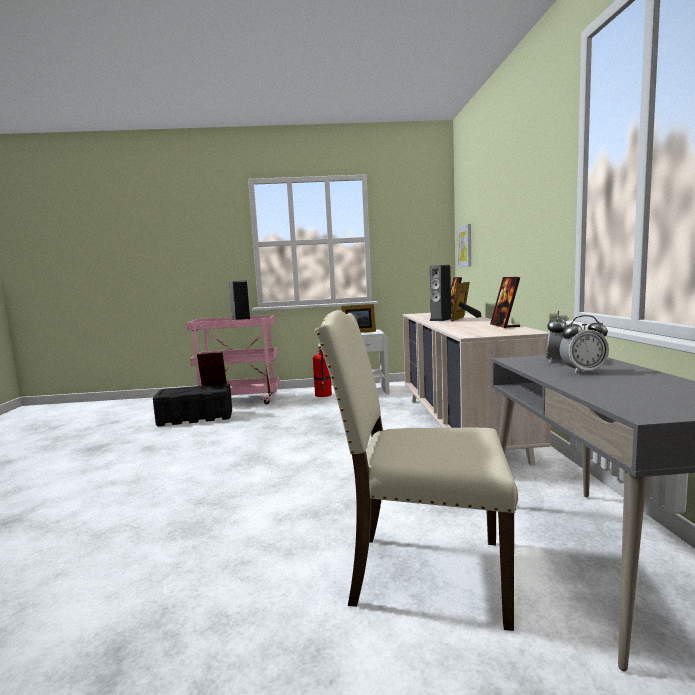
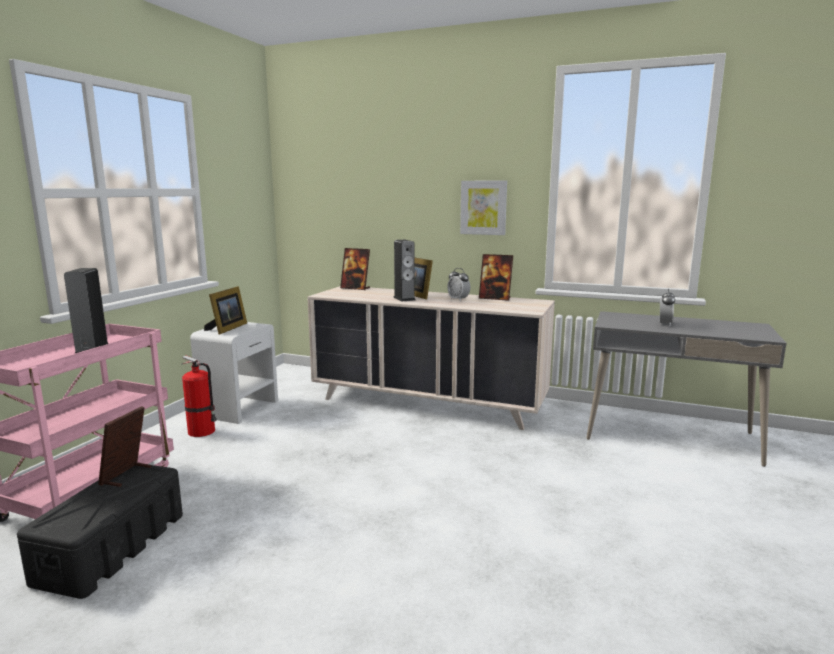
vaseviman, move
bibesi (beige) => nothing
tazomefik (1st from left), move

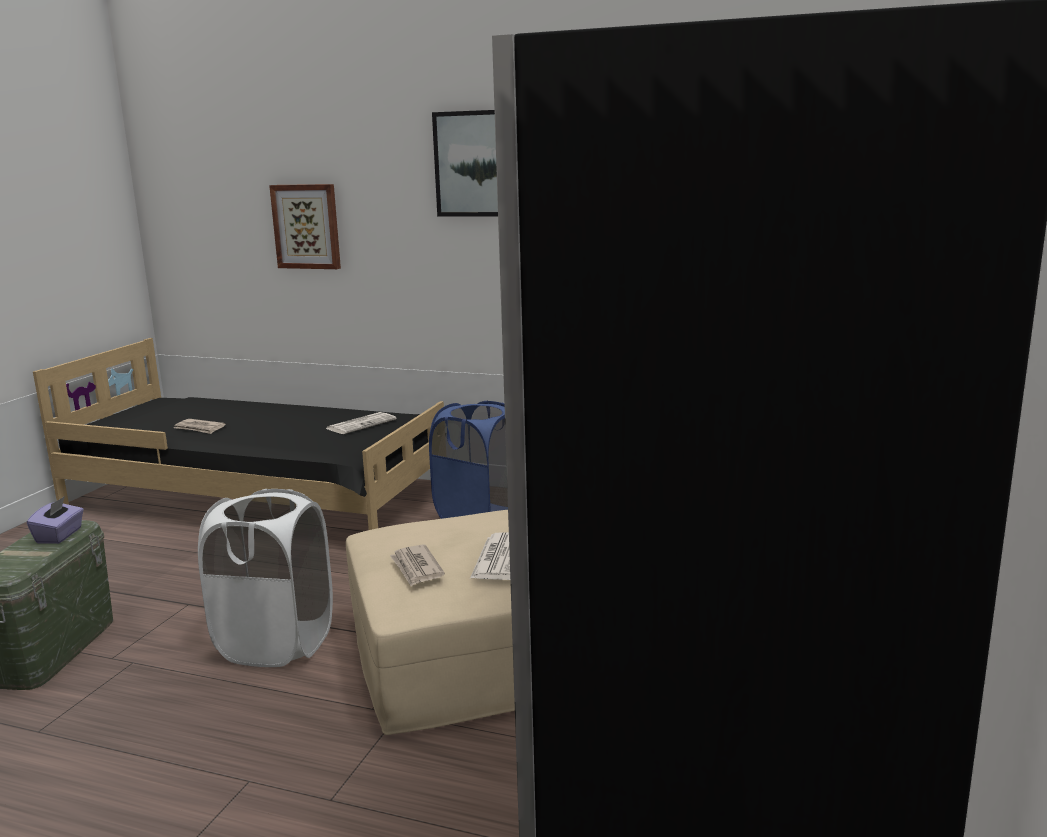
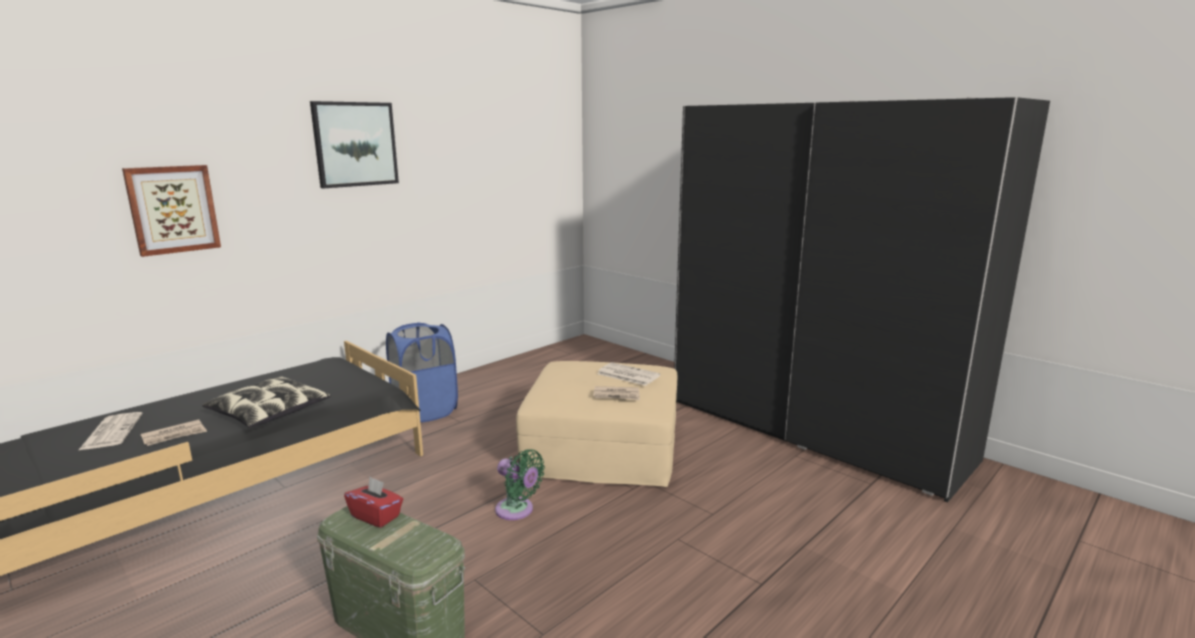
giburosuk (2nd from left in the first image) => giburosuk (1st from left), move
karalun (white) => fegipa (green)
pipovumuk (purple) => pipovumuk (red)
nothing => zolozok

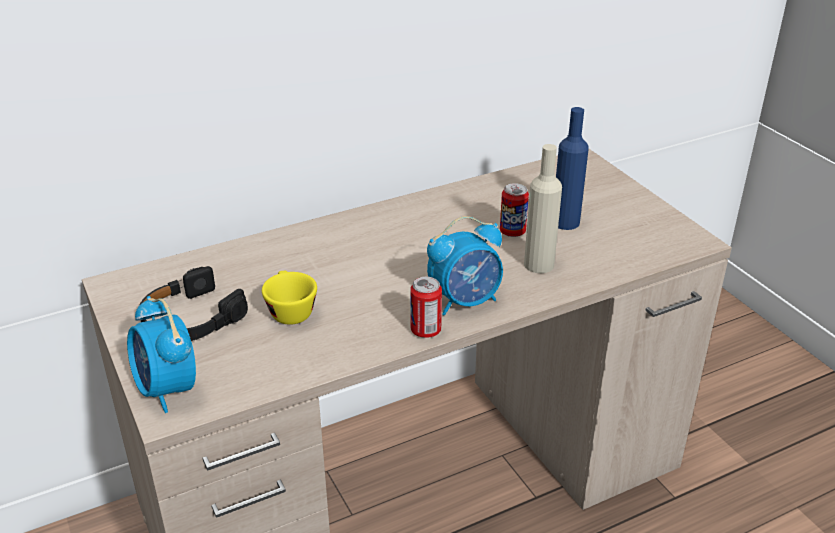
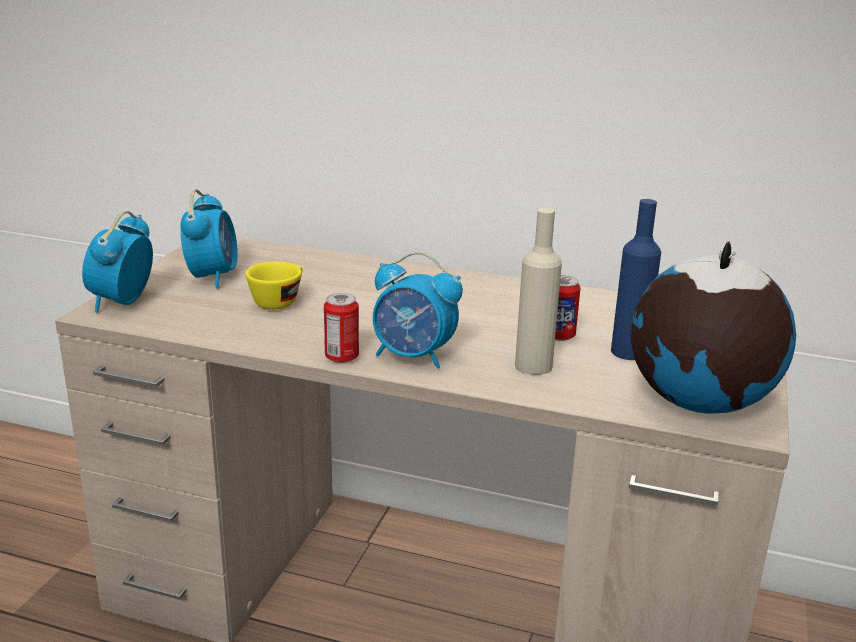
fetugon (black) => tazomefik (2nd from left)
nothing => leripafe

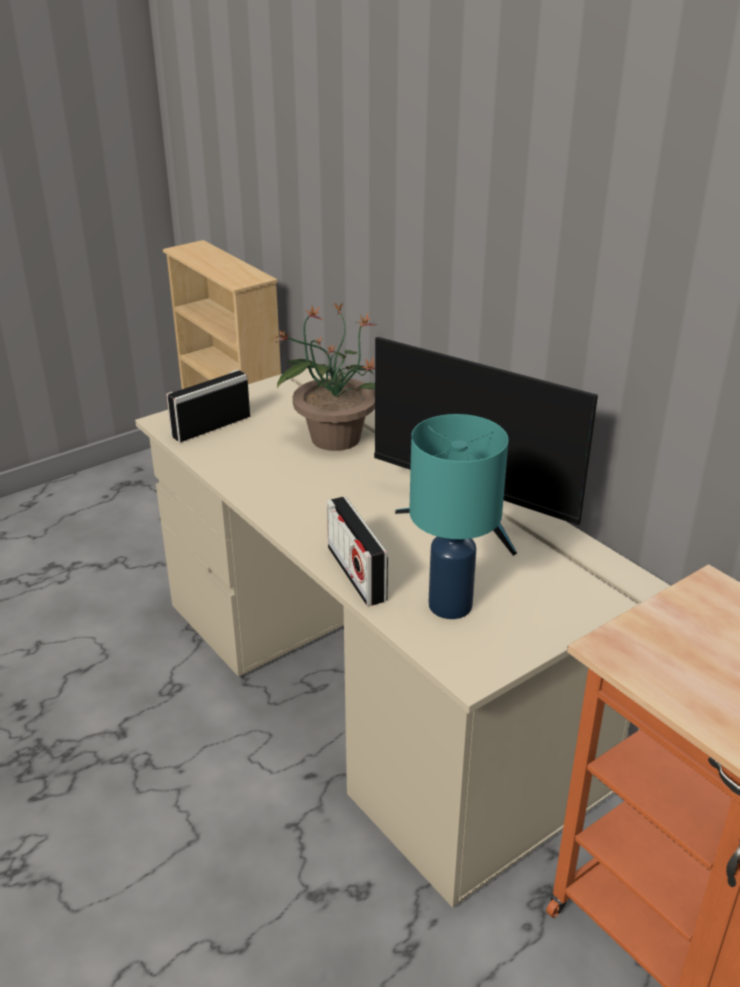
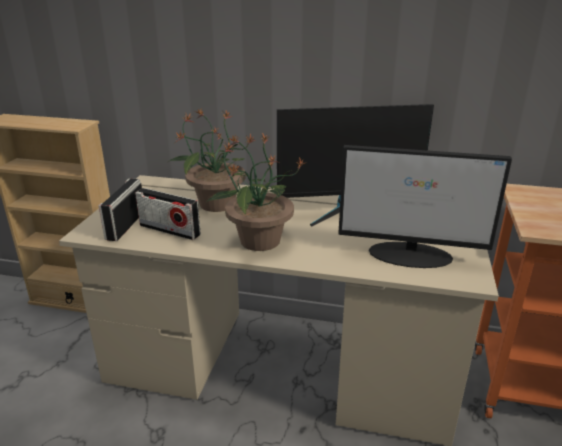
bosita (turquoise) => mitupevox (2nd from left)
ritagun (2nd from left), move
nothing => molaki (2nd from left)

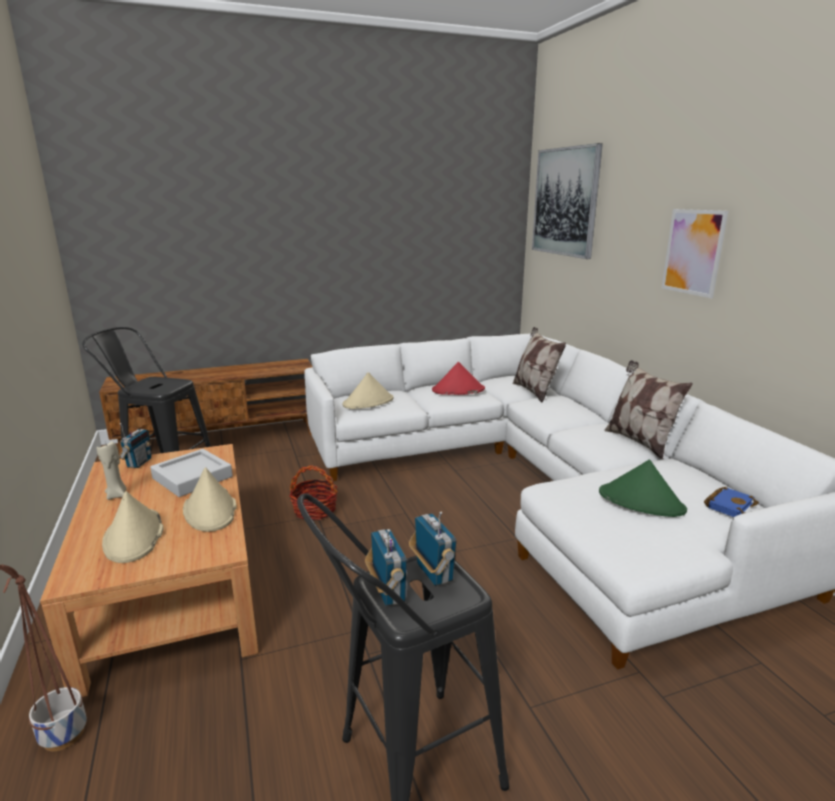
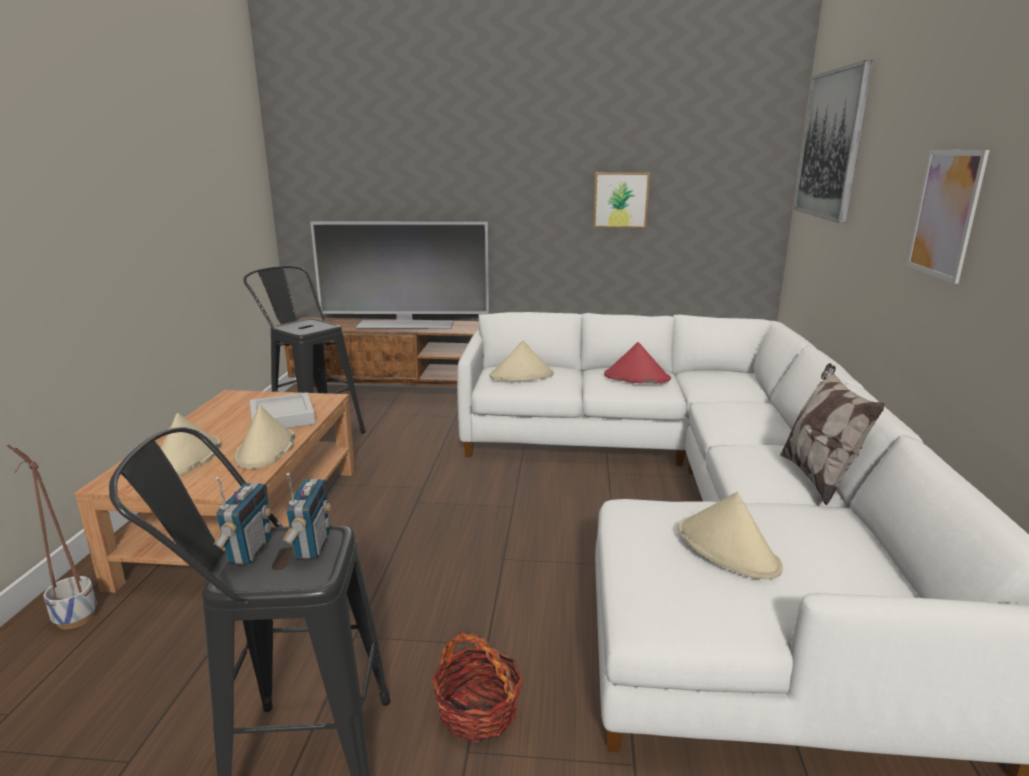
zolozok (1st from left) => nothing
ritagun (1st from left) => nothing
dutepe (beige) => nothing
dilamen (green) => dilamen (beige) (4th from left)
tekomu, move
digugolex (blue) => nothing
nothing => vaseviman (1st from left)
nothing => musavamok

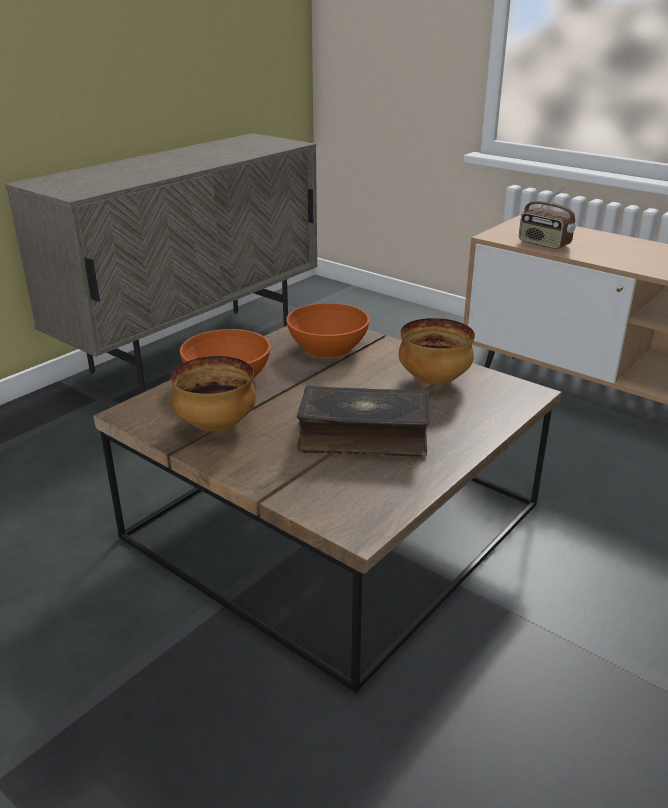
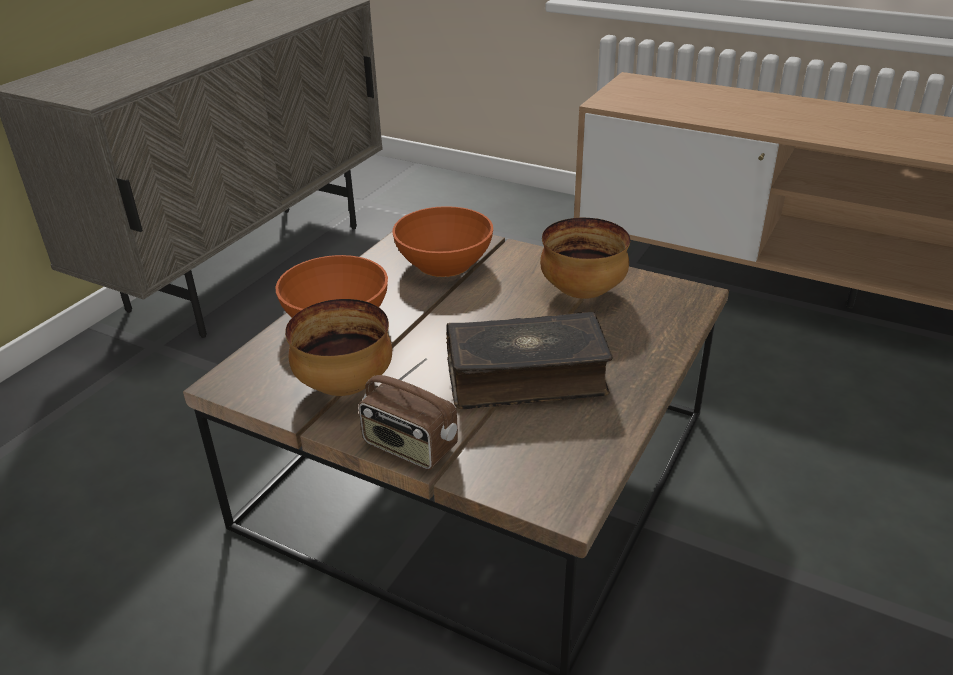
ritagun, move

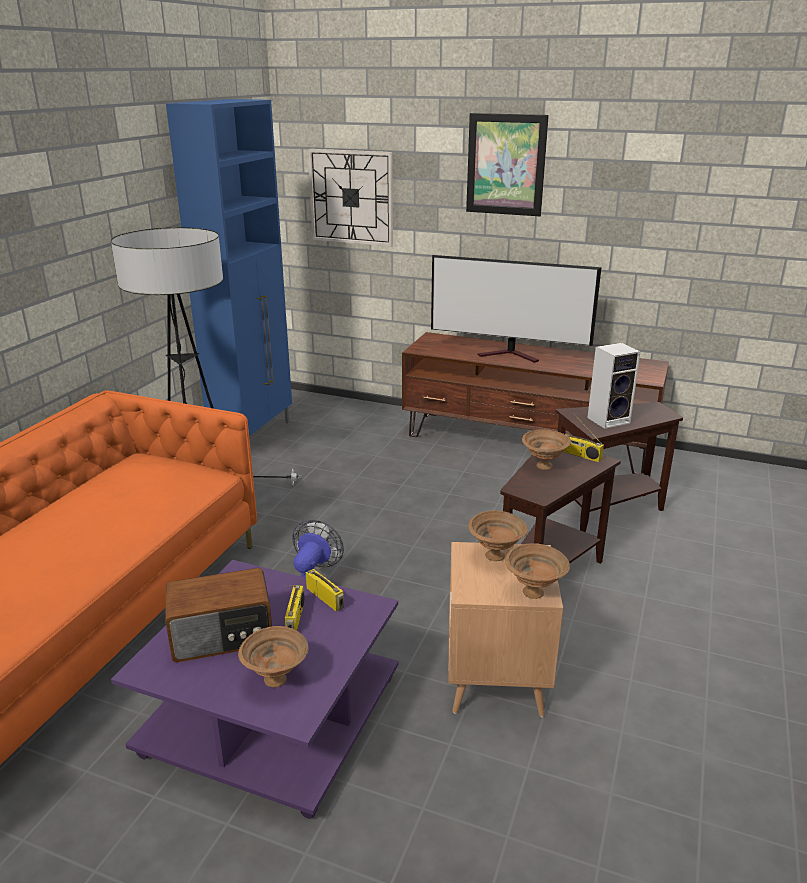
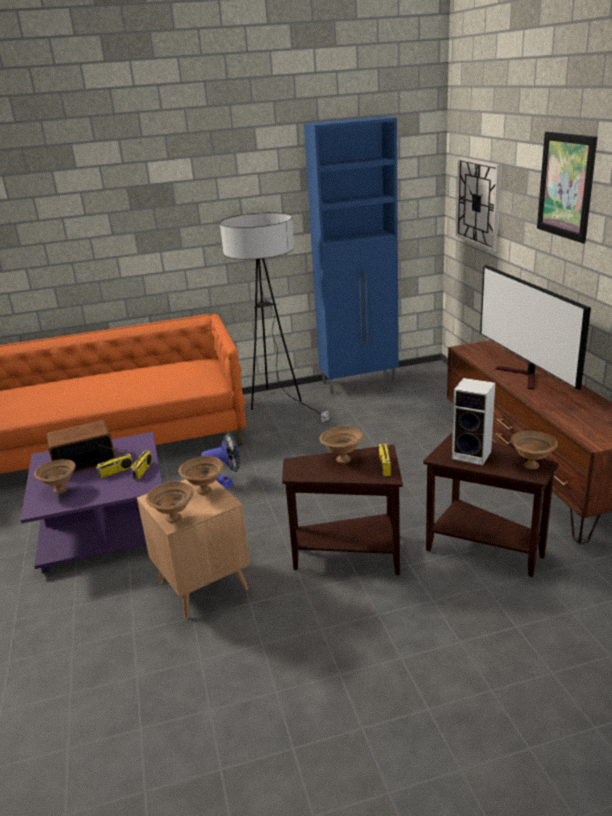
ritagun (1st from left), 120 degrees clockwise
nothing => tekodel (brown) (5th from left)

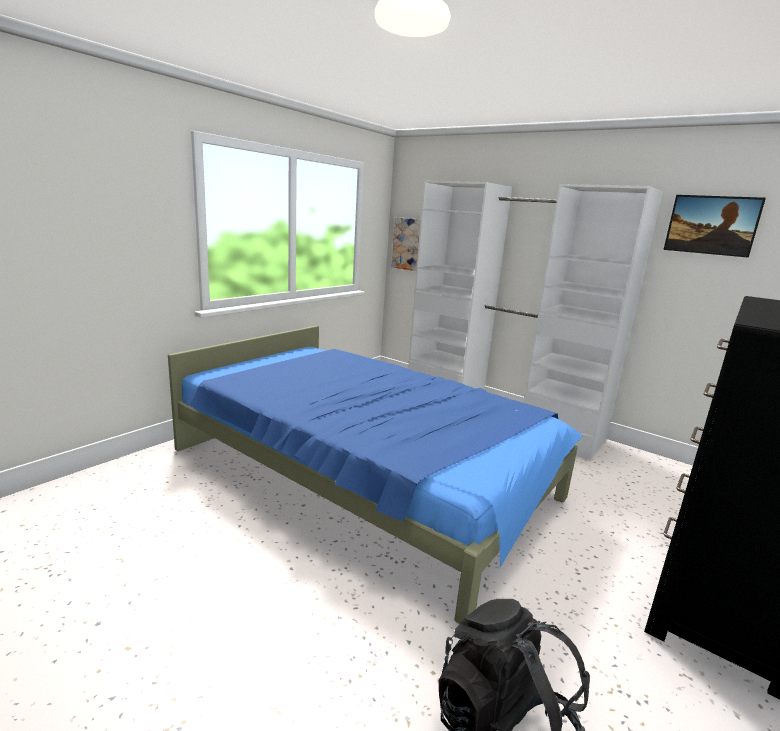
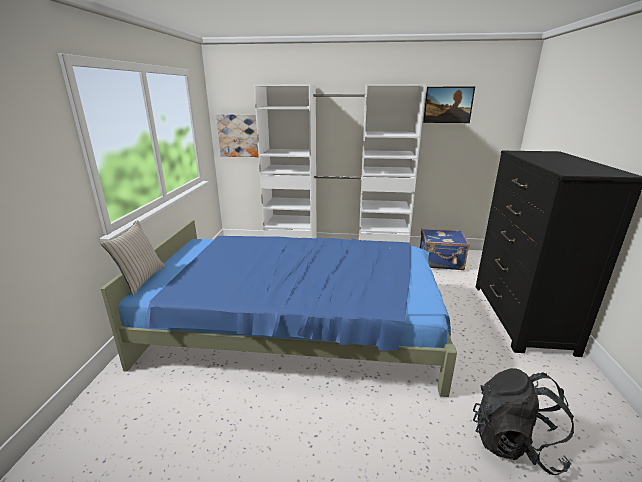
nothing => zolozok (beige)
nothing => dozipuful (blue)

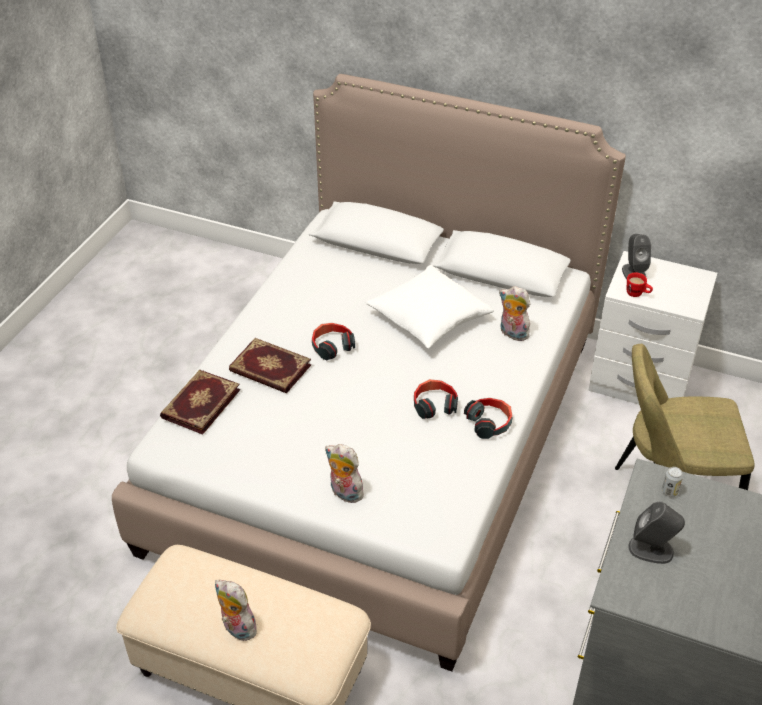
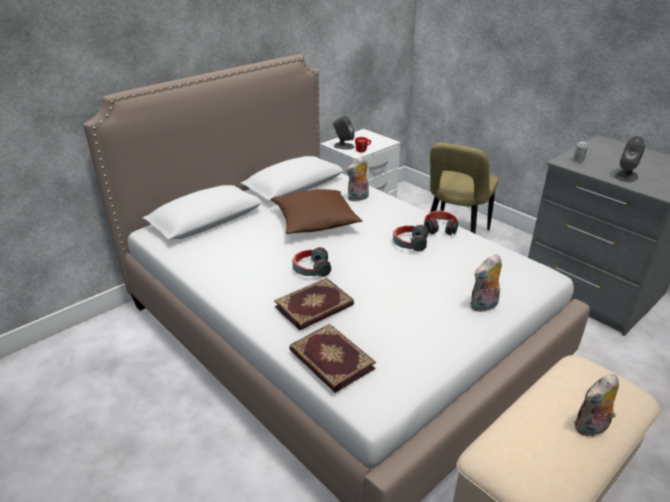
zolozok (white) => zolozok (brown)

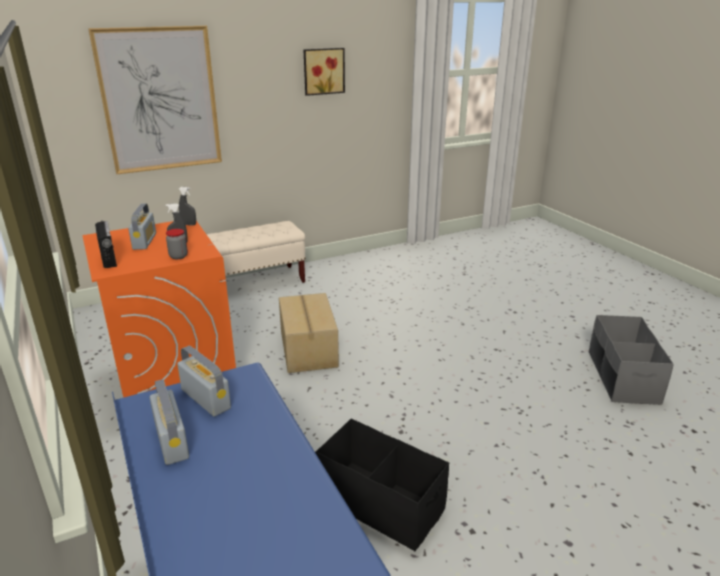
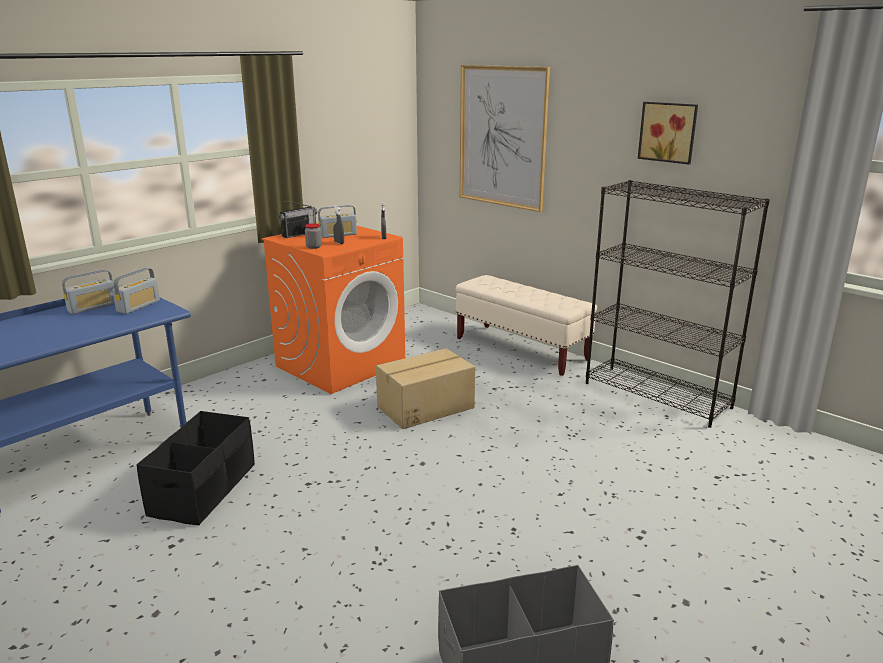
nothing => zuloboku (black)

